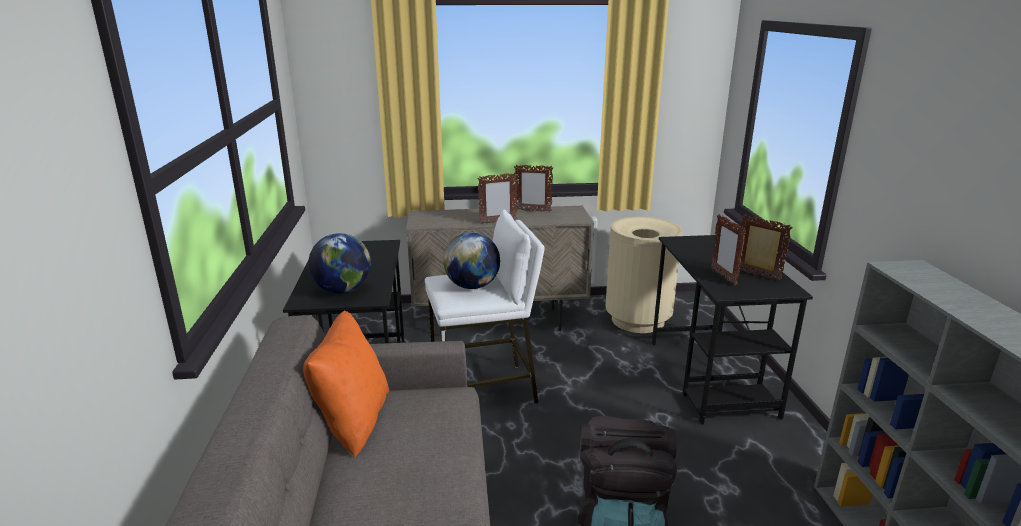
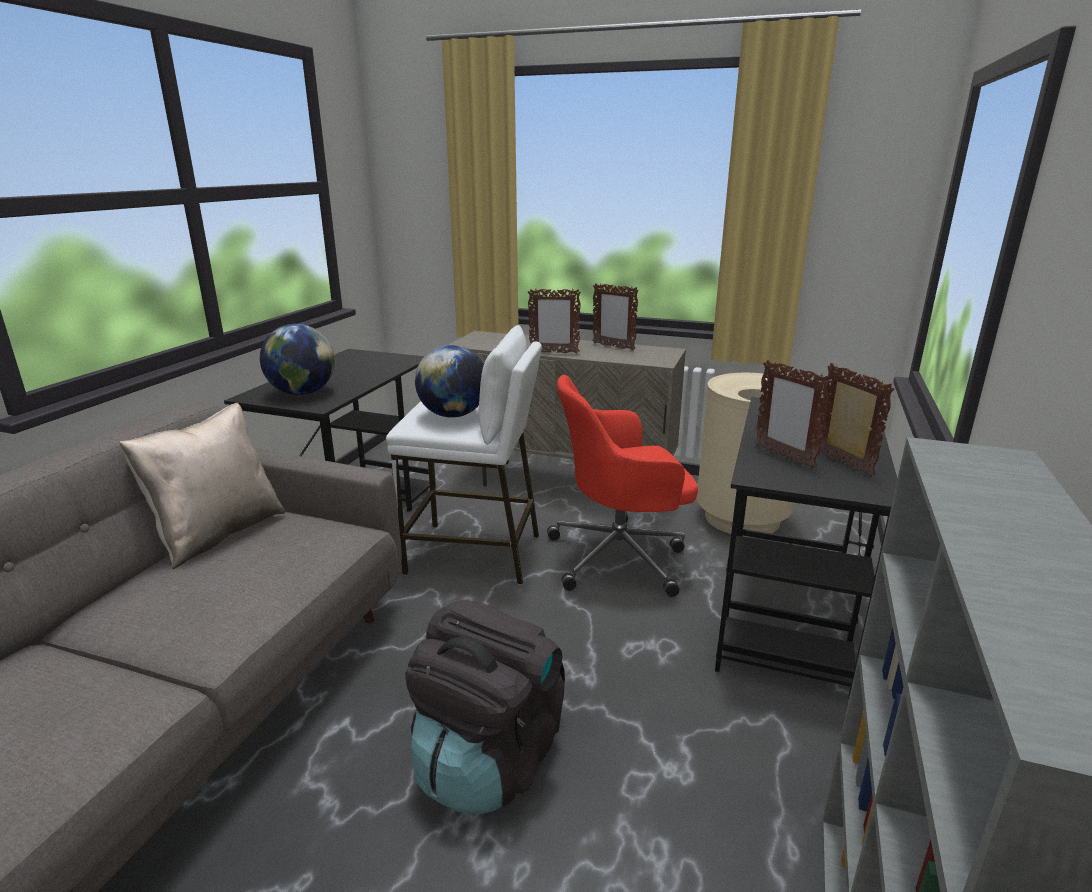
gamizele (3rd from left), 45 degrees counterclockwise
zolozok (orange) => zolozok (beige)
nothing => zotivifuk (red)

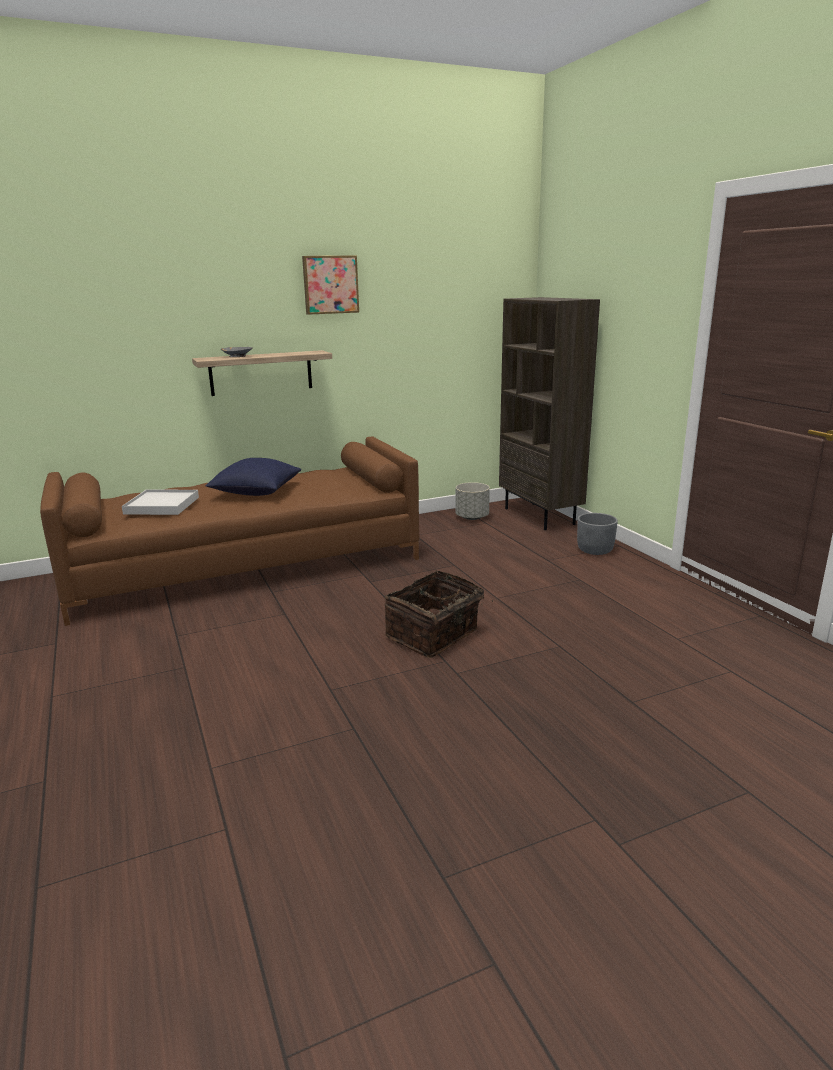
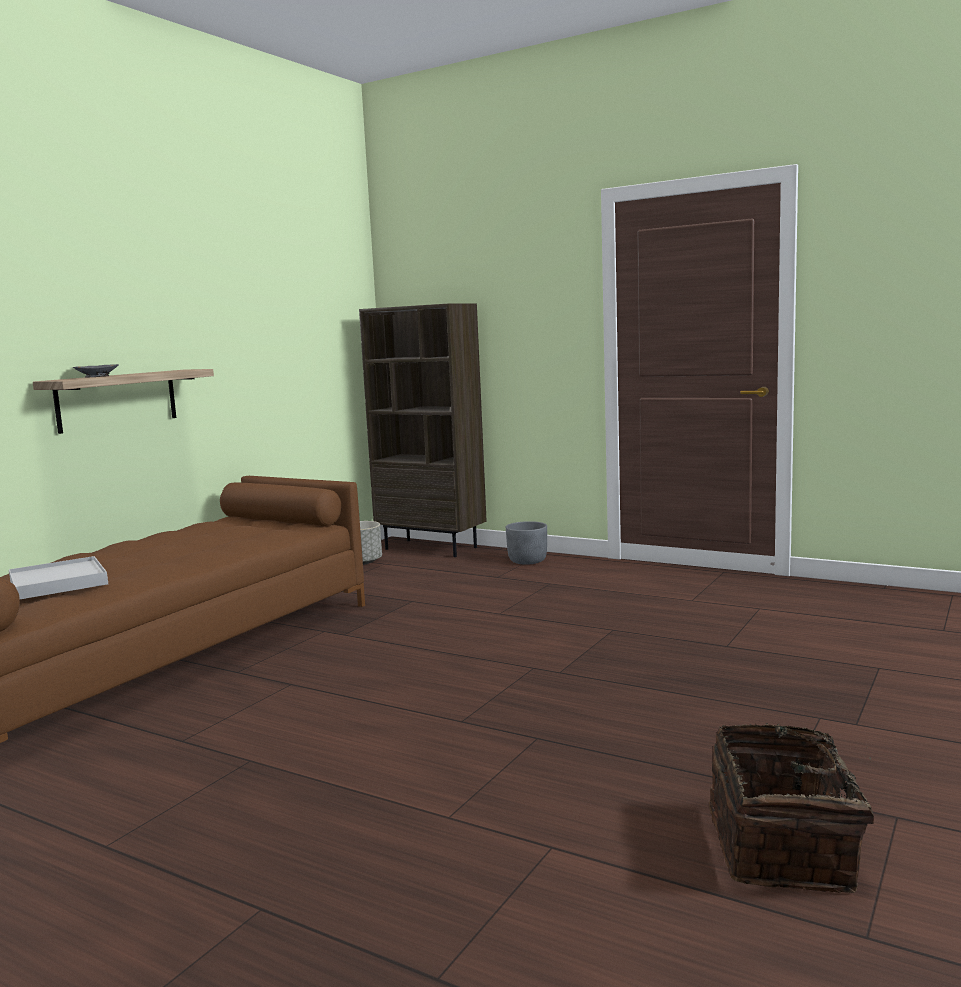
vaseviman => nothing
zolozok (blue) => nothing
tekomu, move

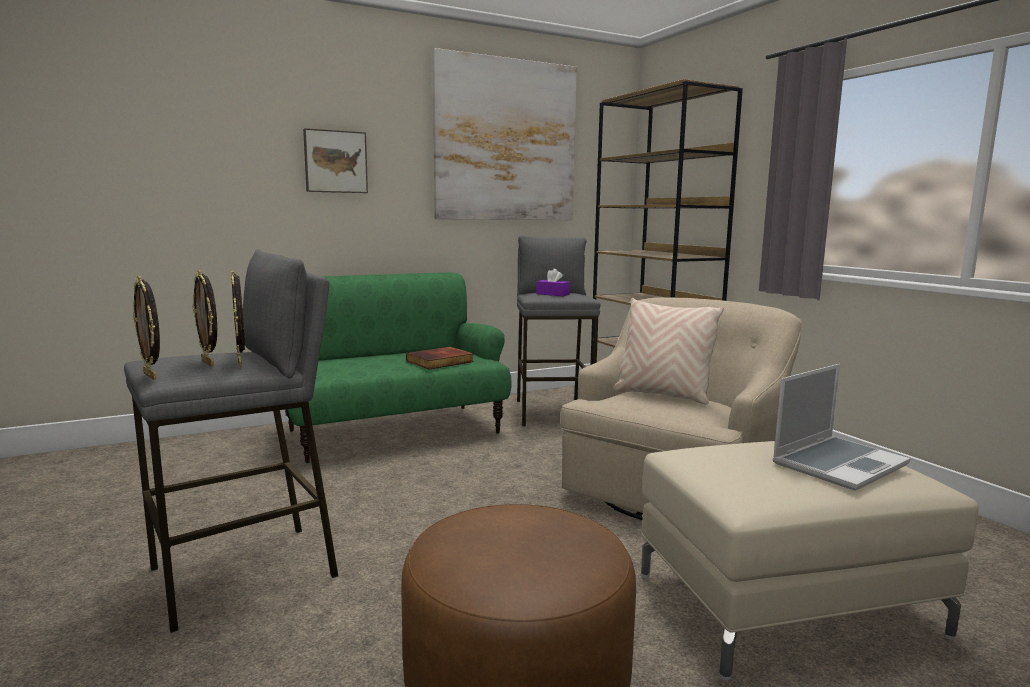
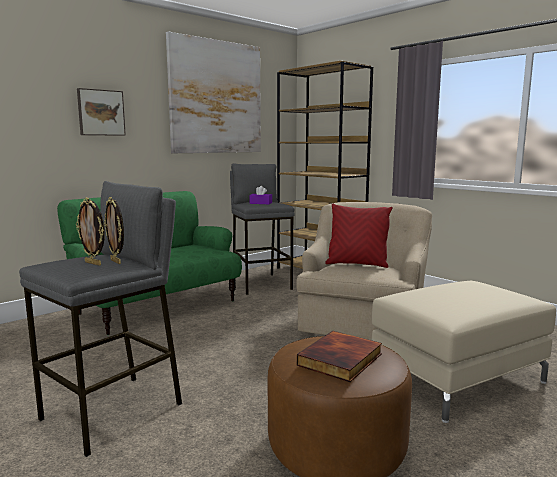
gamizele (1st from left) => nothing
zolozok (beige) => zolozok (red)
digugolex, move
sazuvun => nothing

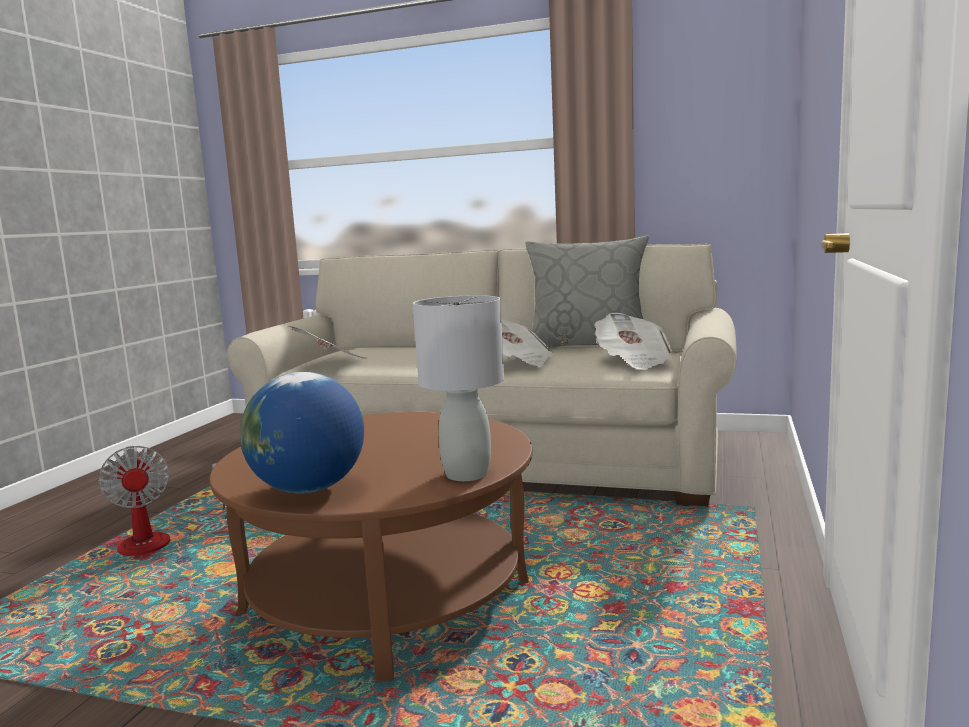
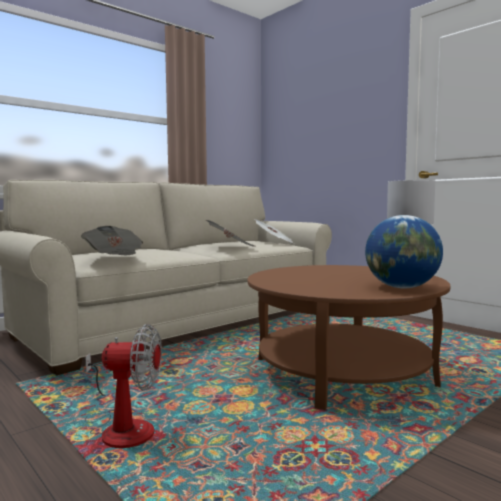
zolozok (grey) => nothing

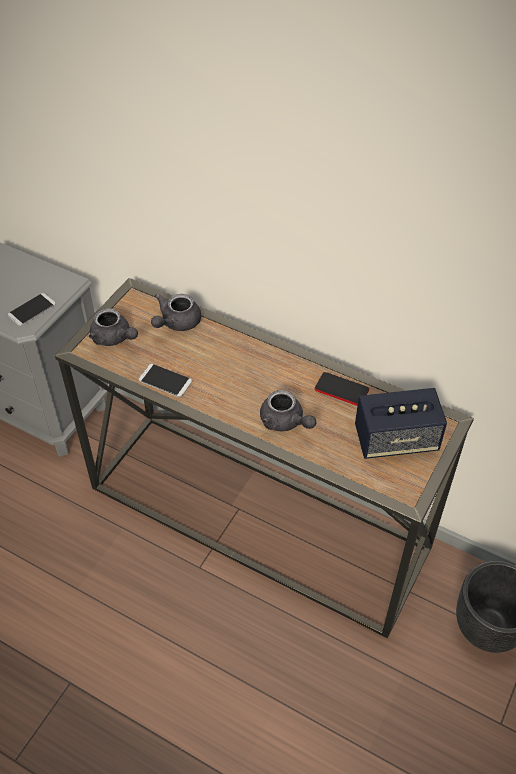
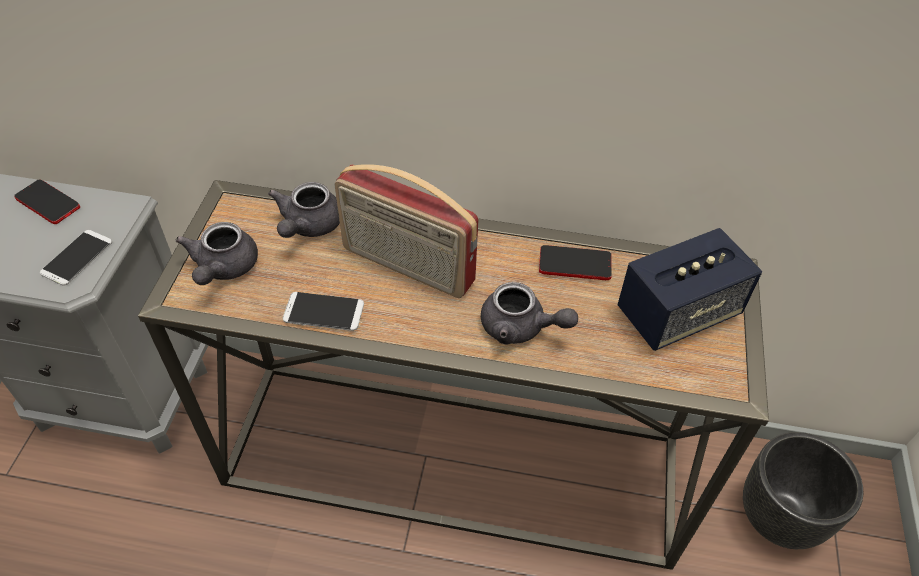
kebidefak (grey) (1st from left), 75 degrees clockwise
nothing => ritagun
nothing => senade (1st from left)

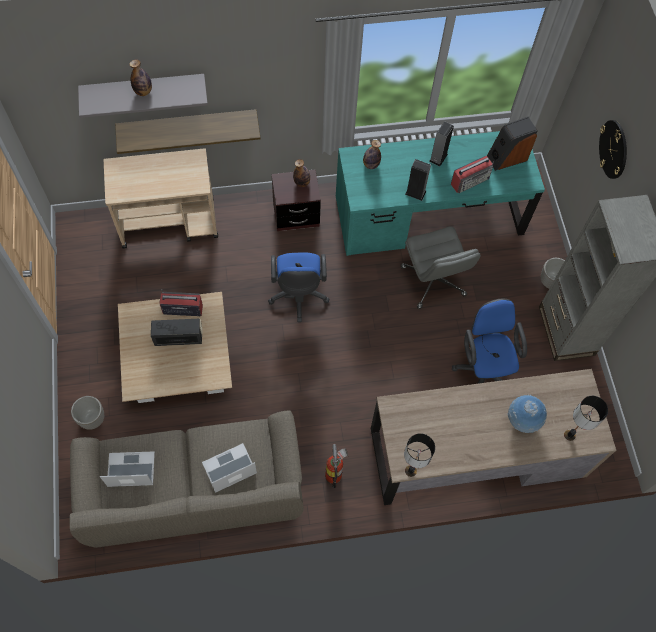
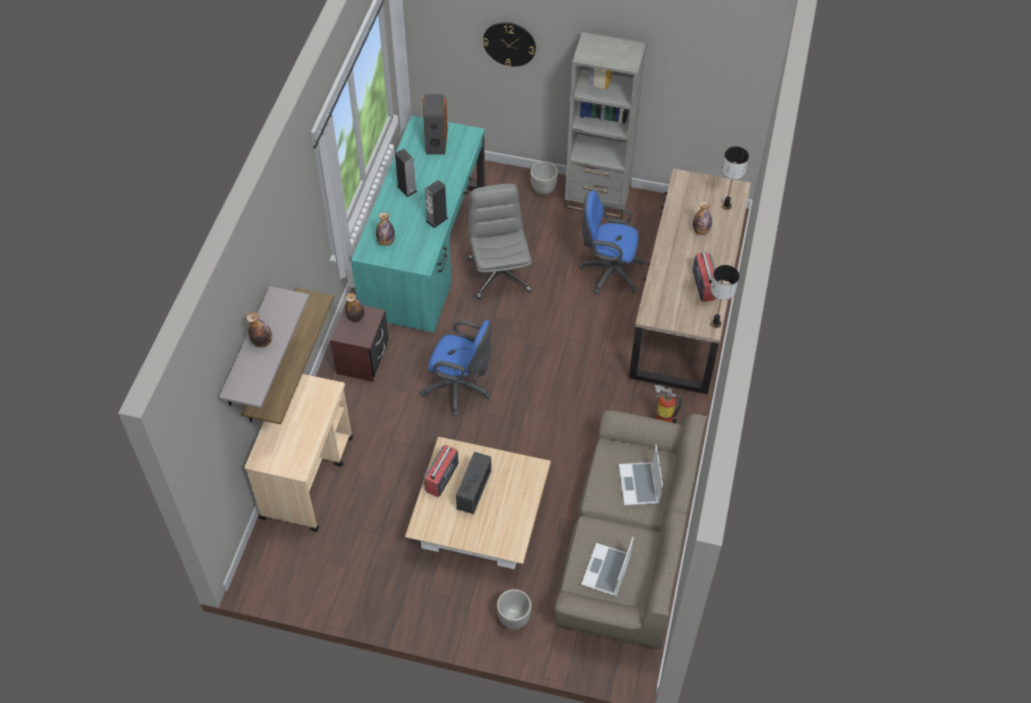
ritagun (3rd from left), move
zotivifuk (grey), 105 degrees counterclockwise
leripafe => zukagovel (4th from left)

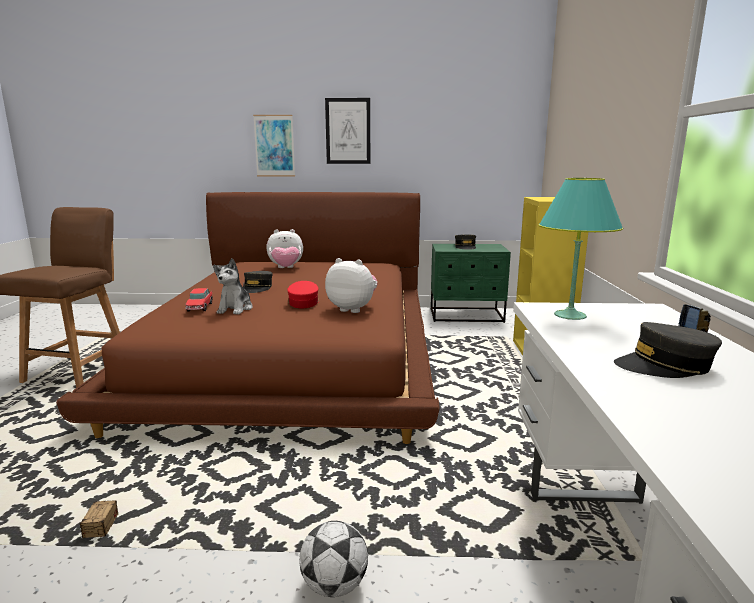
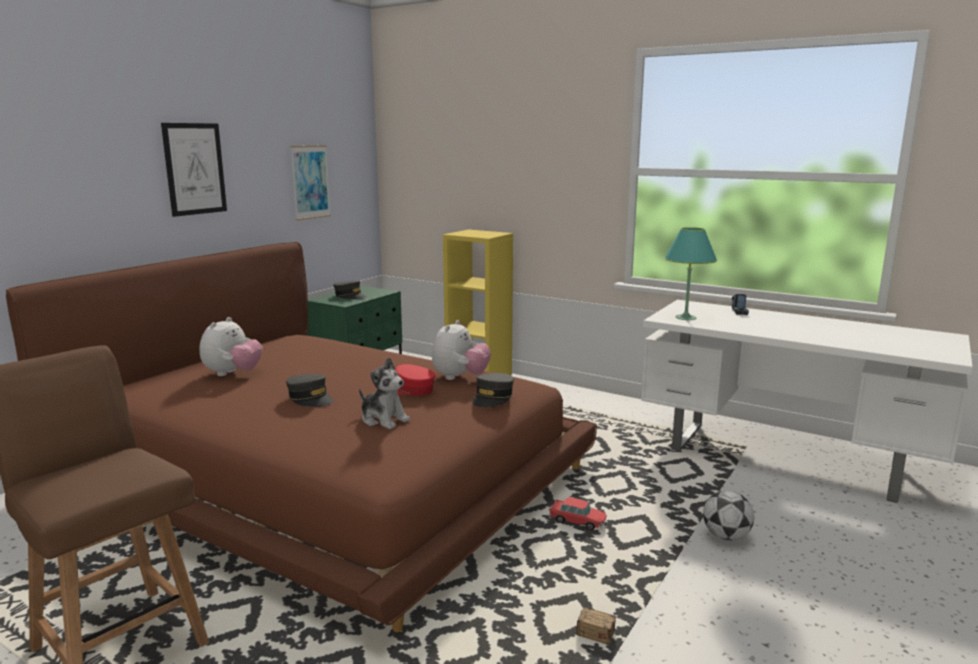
vaseviman (1st from left in the first image) => vaseviman (2nd from left), move
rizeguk (3rd from left), 150 degrees clockwise
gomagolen, move
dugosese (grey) (3rd from left), move

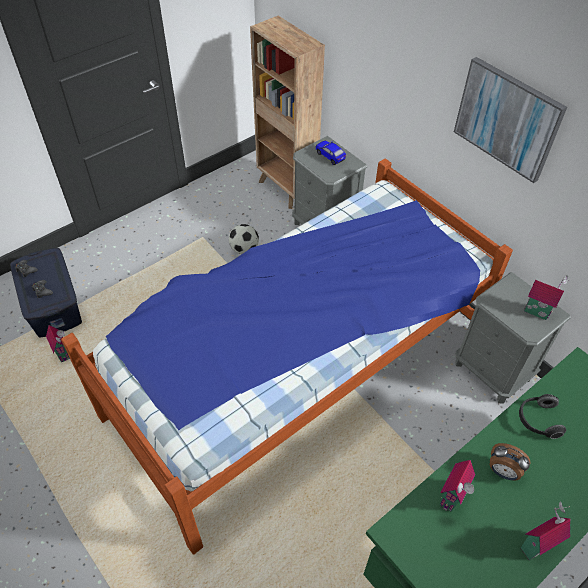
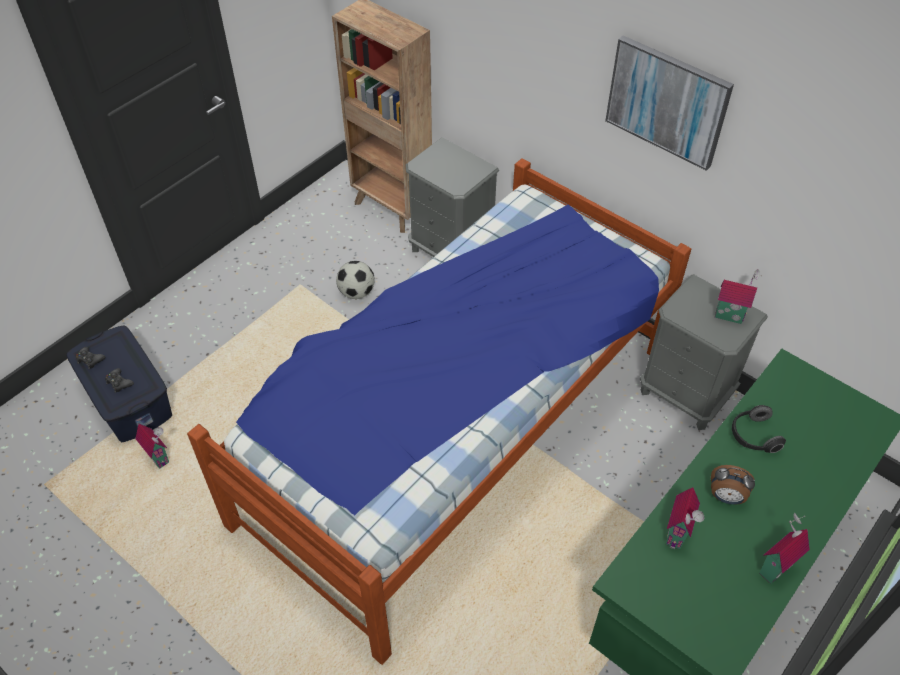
gomagolen => nothing

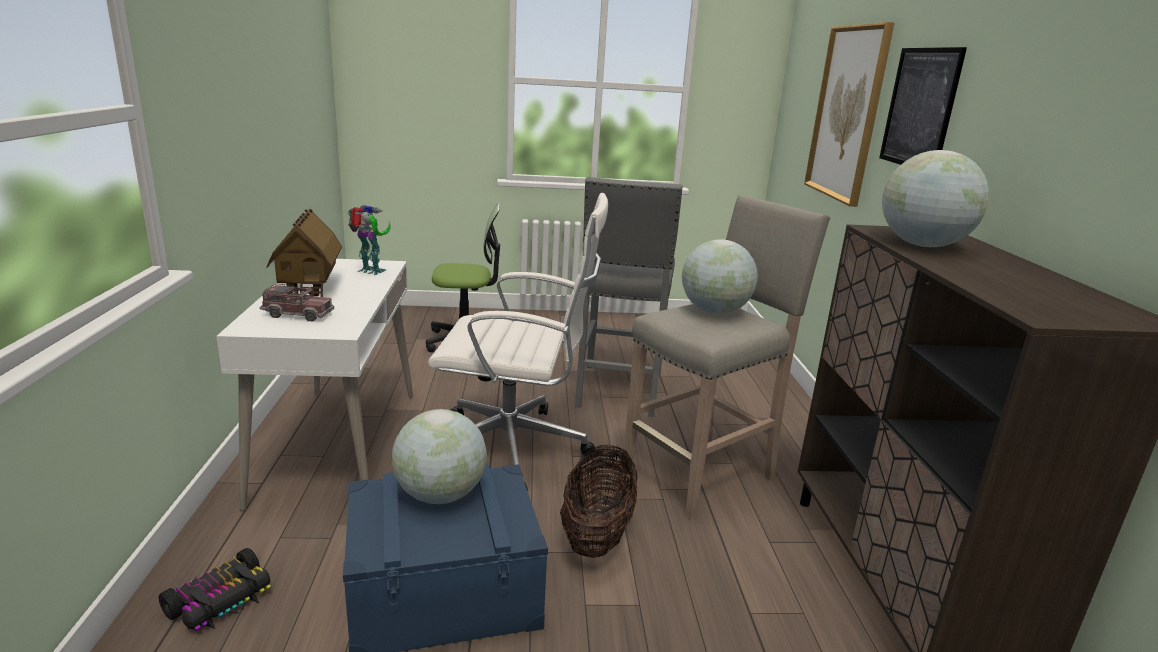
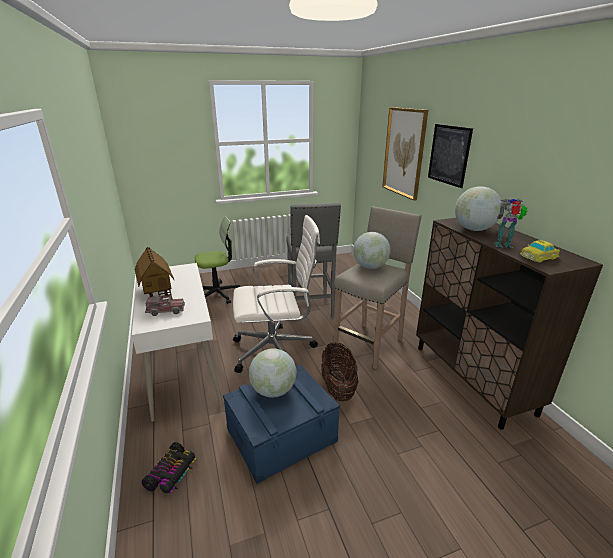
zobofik, move
nothing => gomagolen (2nd from left)

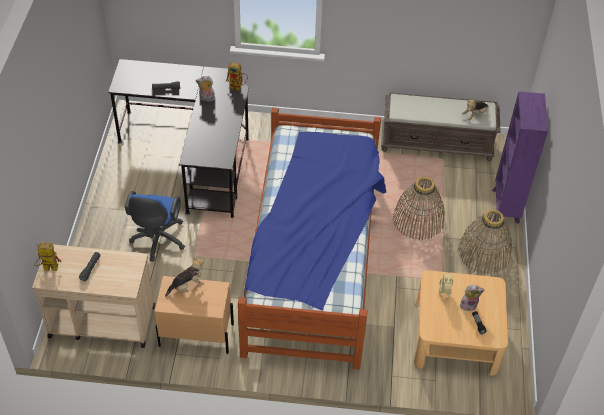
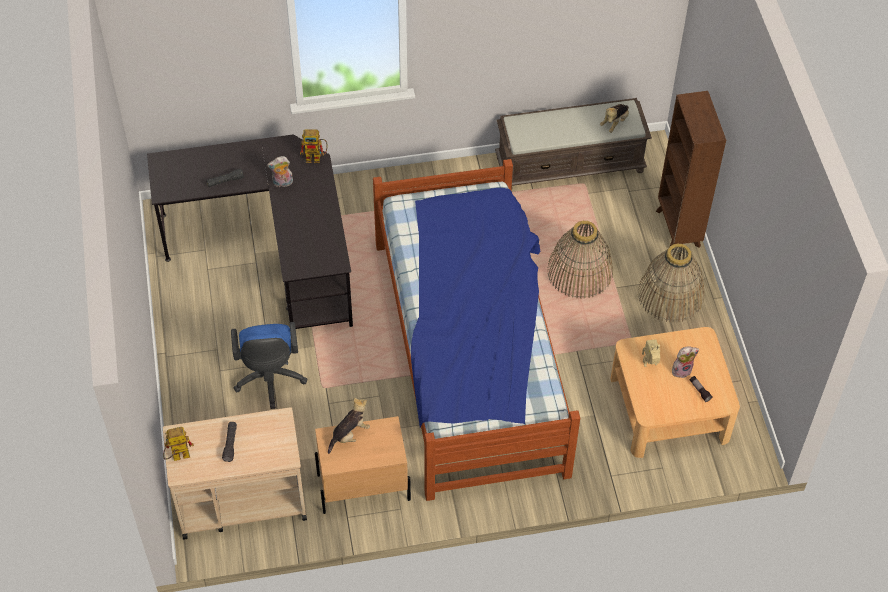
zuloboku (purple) => zuloboku (brown)

